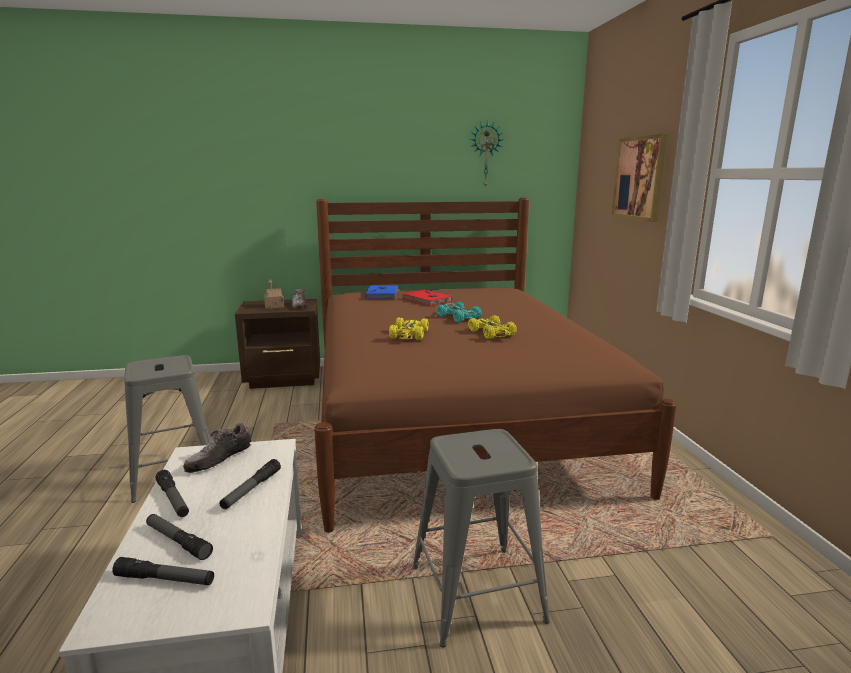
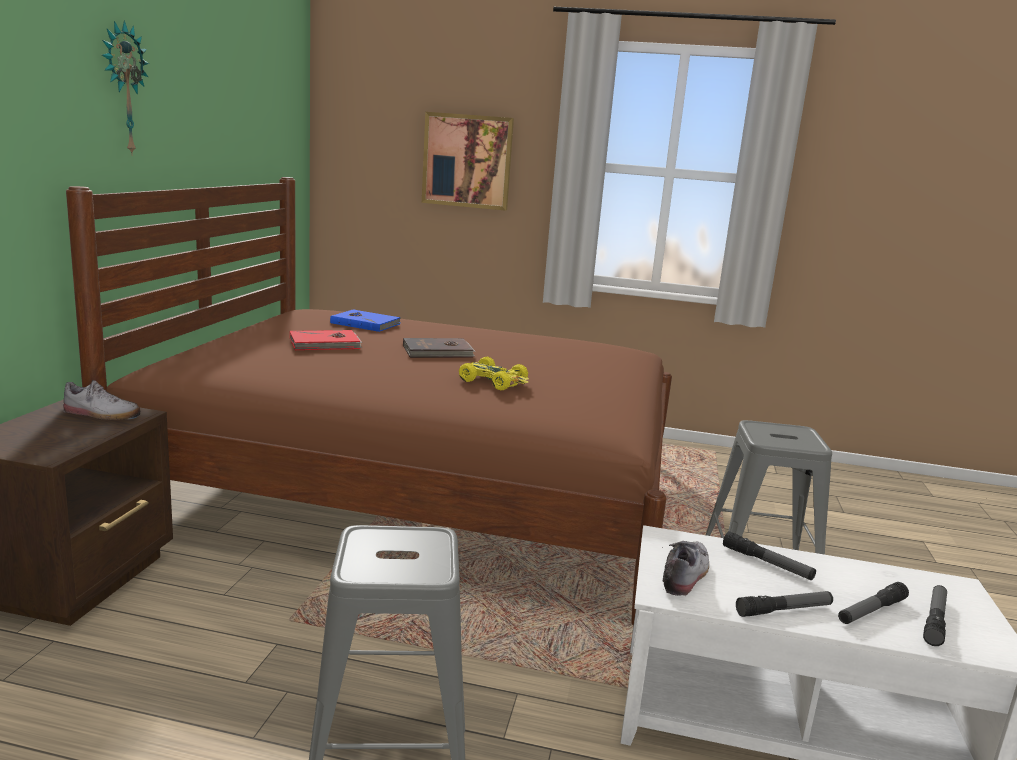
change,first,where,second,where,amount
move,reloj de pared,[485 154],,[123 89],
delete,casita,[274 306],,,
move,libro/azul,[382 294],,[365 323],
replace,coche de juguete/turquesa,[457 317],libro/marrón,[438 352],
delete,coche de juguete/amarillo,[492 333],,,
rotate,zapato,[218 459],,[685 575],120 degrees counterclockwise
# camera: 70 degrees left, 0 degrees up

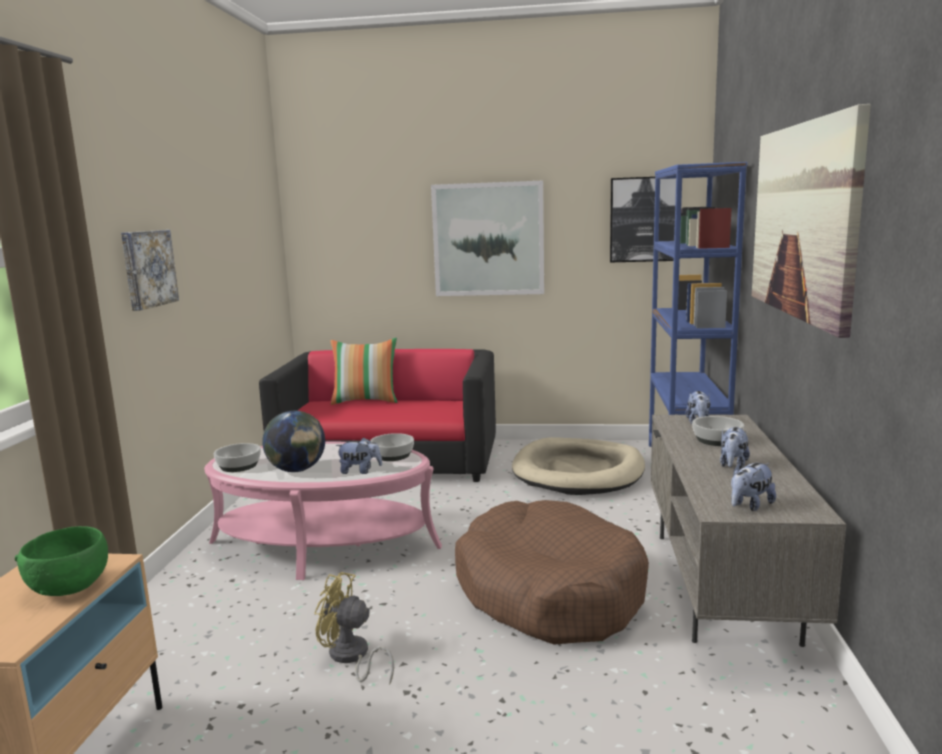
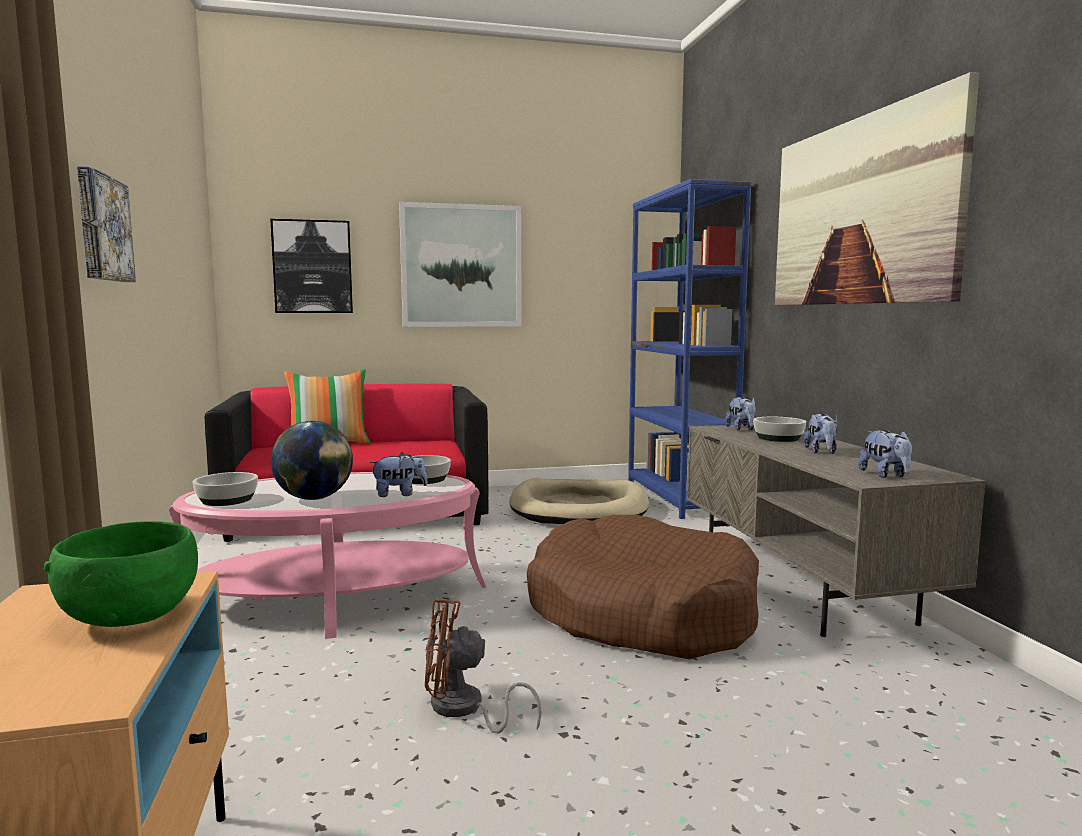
change,first,where,second,where,amount
move,cuadro,[644 219],,[312 267],
rotate,peluche,[750 505],,[885 475],45 degrees counterclockwise
recolor,ventilador/amarillo,[351 657],ventilador/marrón,[464 709],
# camera: 20 degrees left, 5 degrees down

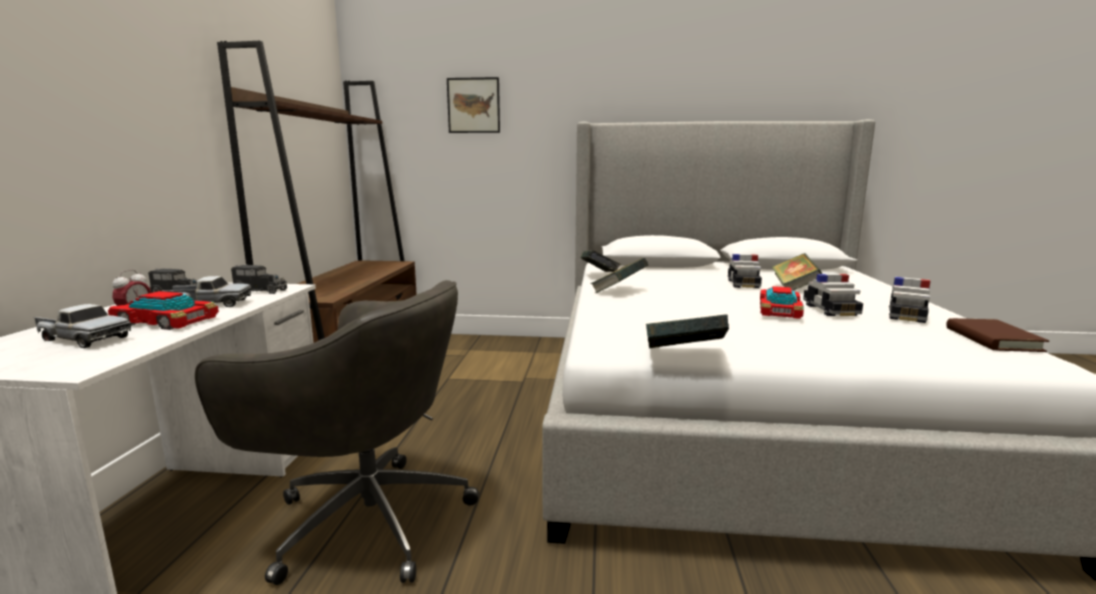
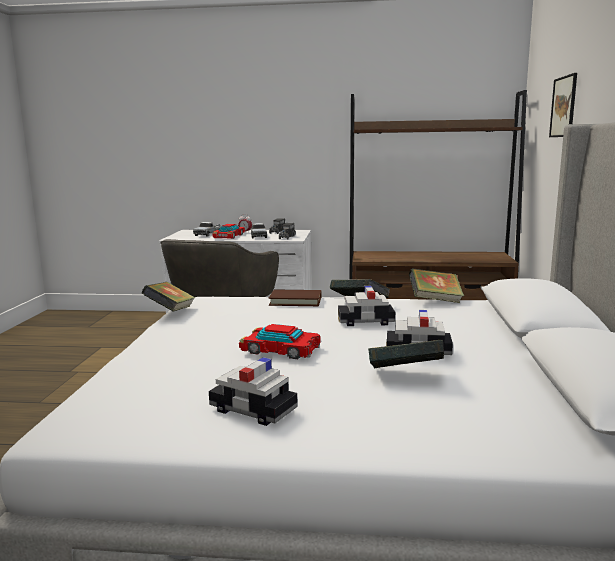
change,first,where,second,where,amount
move,coche de juguete,[830 310],,[365 321],
move,libro/marrón,[992 339],,[295 301],
# camera: 90 degrees right, 0 degrees up

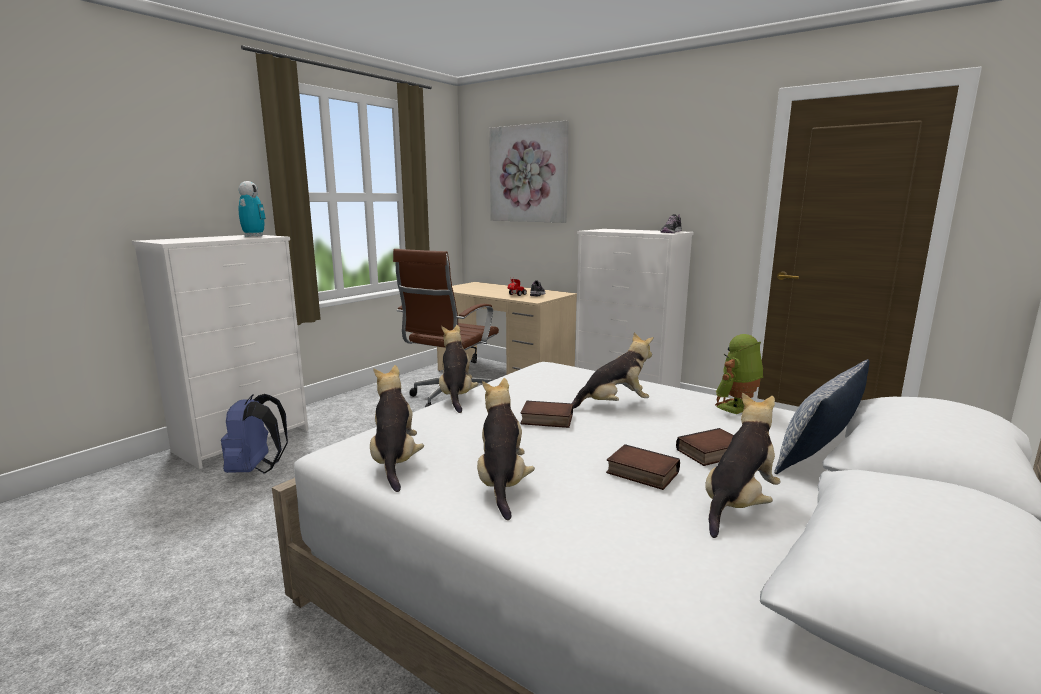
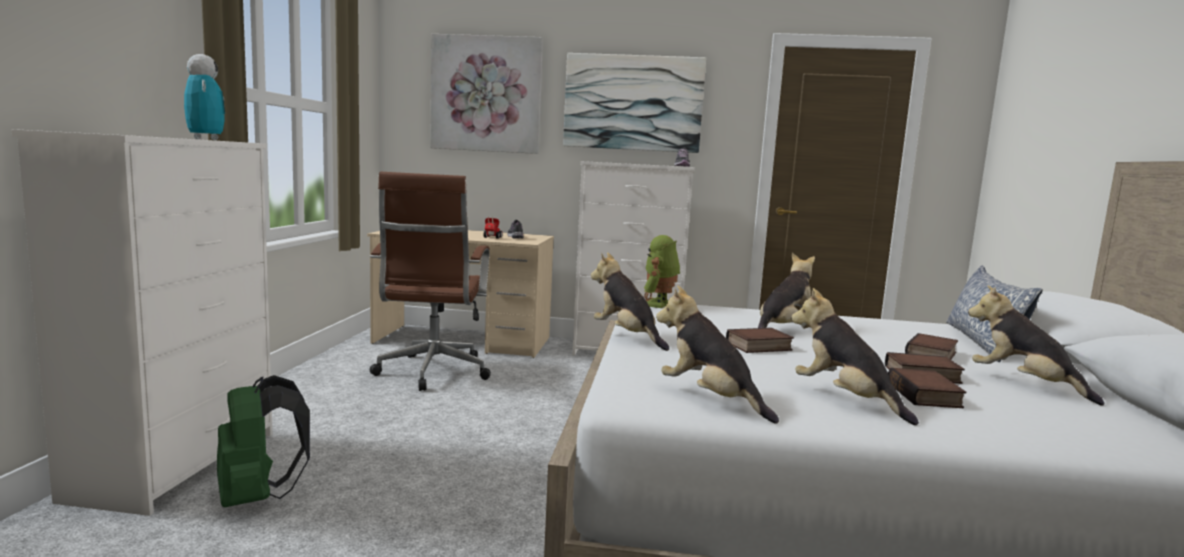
change,first,where,second,where,amount
move,robot de juguete,[737 408],,[659 305],
rotate,peluche,[738 504],,[1024 384],45 degrees counterclockwise
recolor,mochila/azul,[256 469],mochila/verde,[258 497],
insert,,,cuadro,[633 103],
insert,,,libro,[926 395],
# camera: 30 degrees left, 5 degrees down

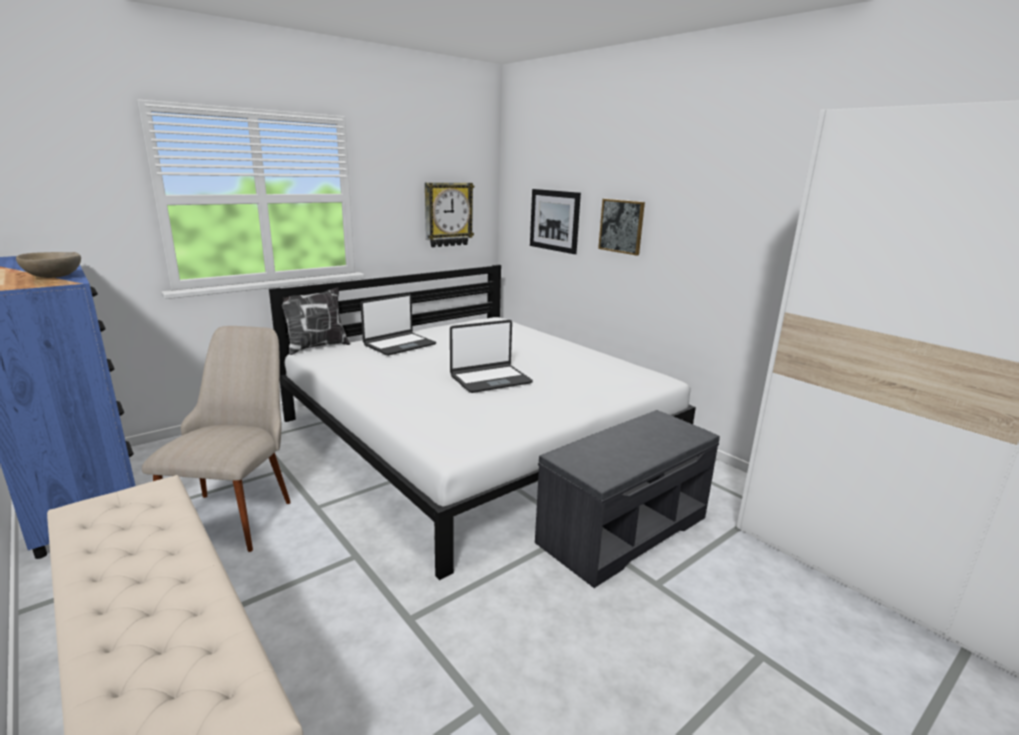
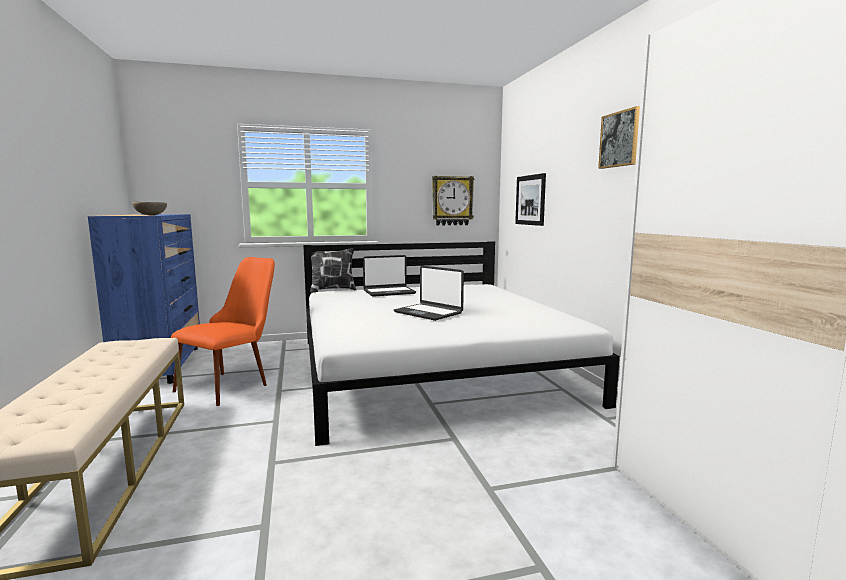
change,first,where,second,where,amount
move,cuadro,[621 226],,[619 139],
rotate,portátil,[490 379],,[428 313],45 degrees clockwise
recolor,silla/beis,[237 509],silla/naranja,[233 383],
delete,banco/gris,[623 528],,,
# camera: 25 degrees right, 10 degrees down

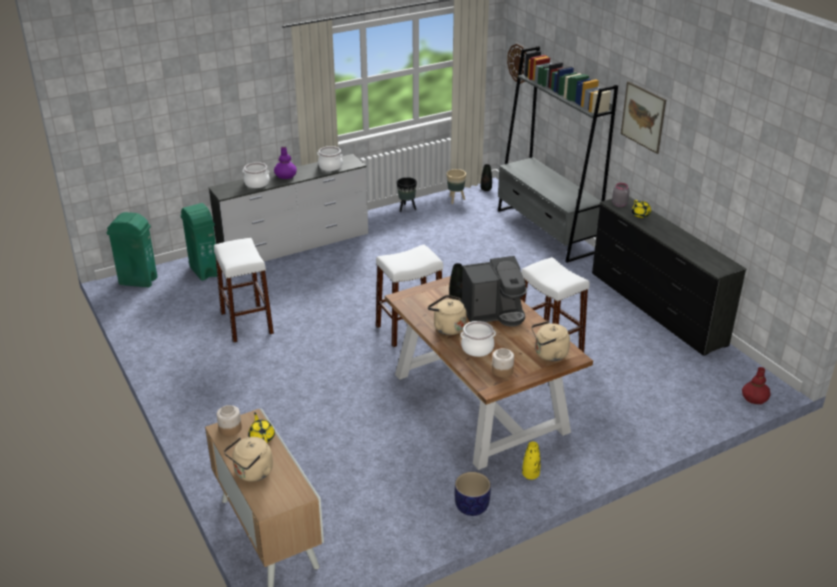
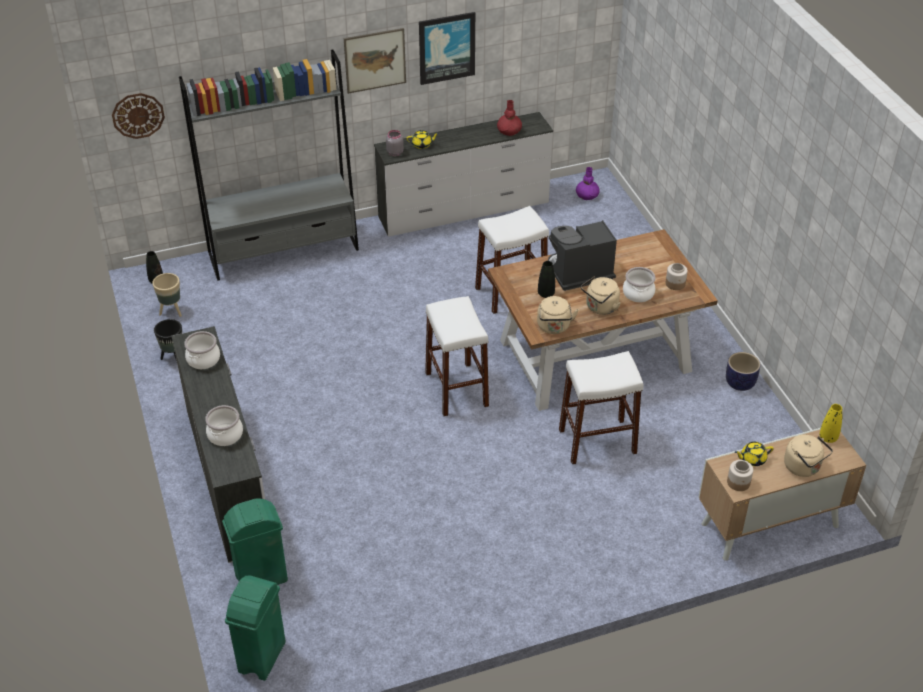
change,first,where,second,where,amount
move,florero/morado,[285 175],,[587 195],
recolor,cómoda/negro,[656 308],cómoda/blanco,[464 210],
move,taburete/blanco,[246 323],,[597 441],
rotate,cafetera,[494 312],,[578 274],105 degrees counterclockwise
move,hervidor/beis,[549 354],,[554 327],
move,florero/rojo,[754 398],,[509 130],
move,florero/amarillo,[530 475],,[828 438],
insert,,,cuadro,[446 47],
# camera: 80 degrees left, 10 degrees up

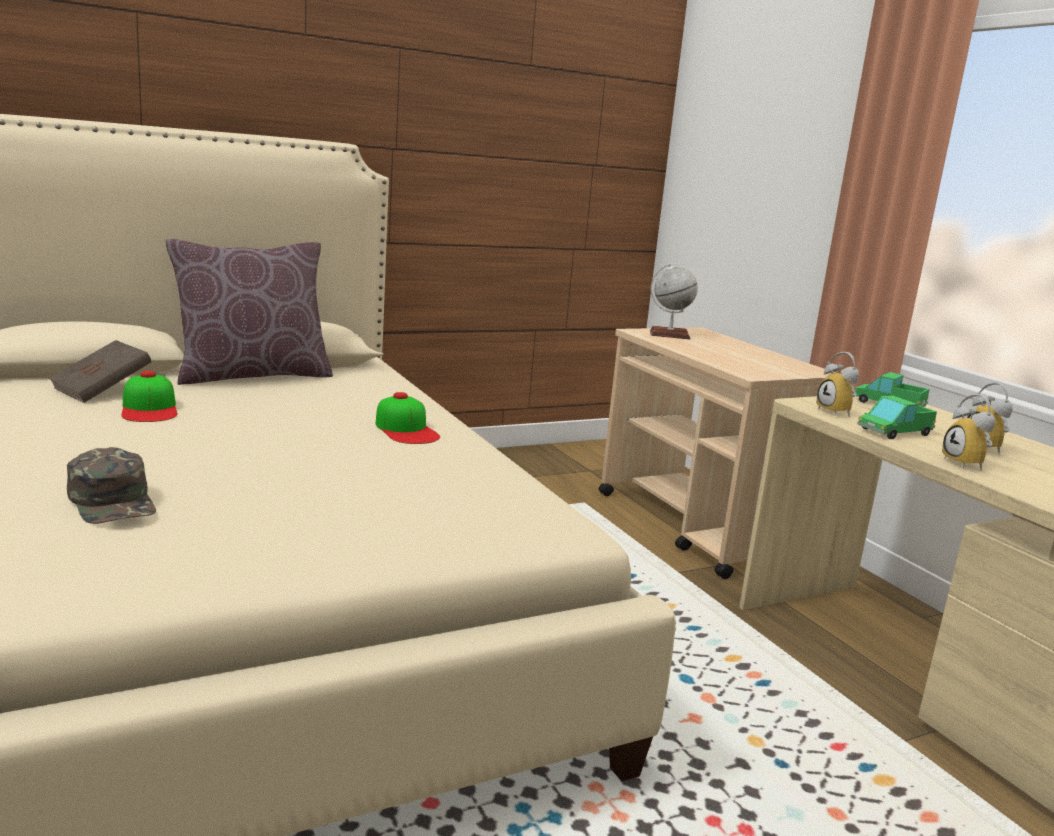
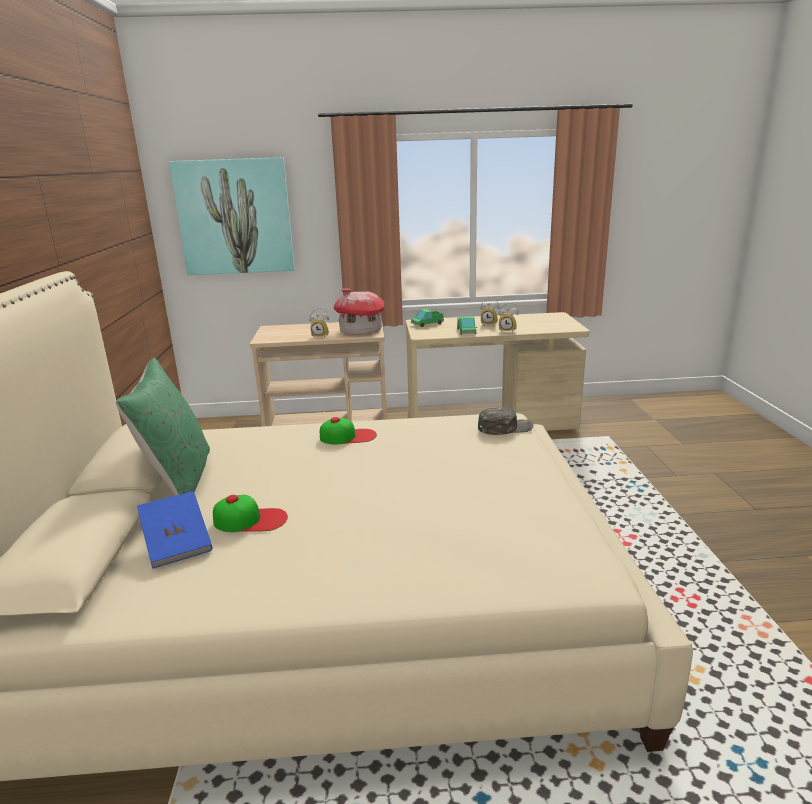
change,first,where,second,where,amount
recolor,cojín/marrón,[252 375],cojín/verde,[178 479],
delete,globo terráqueo,[669 335],,,
recolor,libro/marrón,[102 391],libro/azul,[177 544],
move,despertador,[838 412],,[321 336],
move,gorra/verde,[113 501],,[505 427],
insert,,,cuadro,[235 217],
insert,,,casita,[360 330],
# camera: 65 degrees left, 5 degrees up

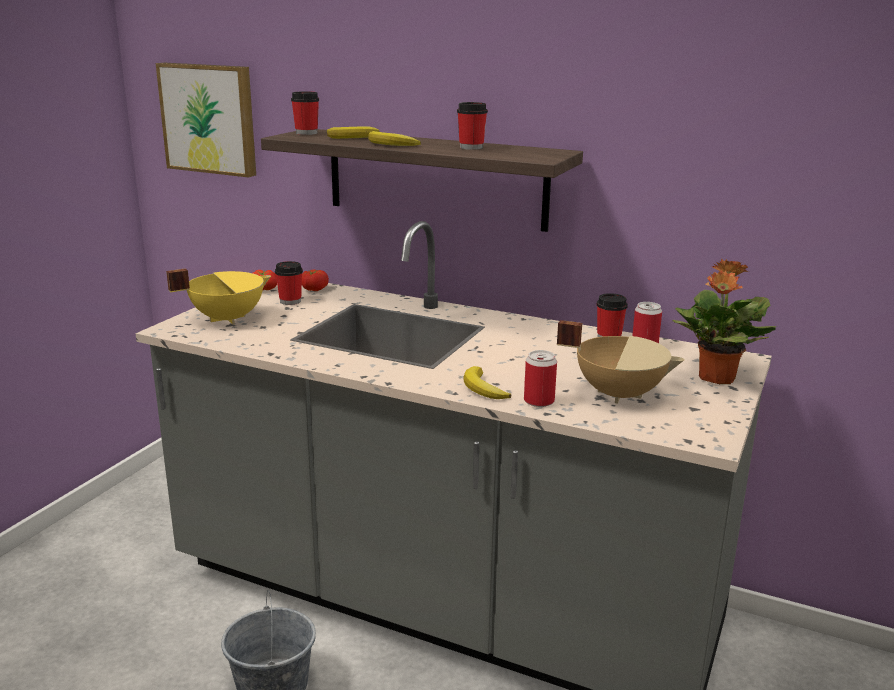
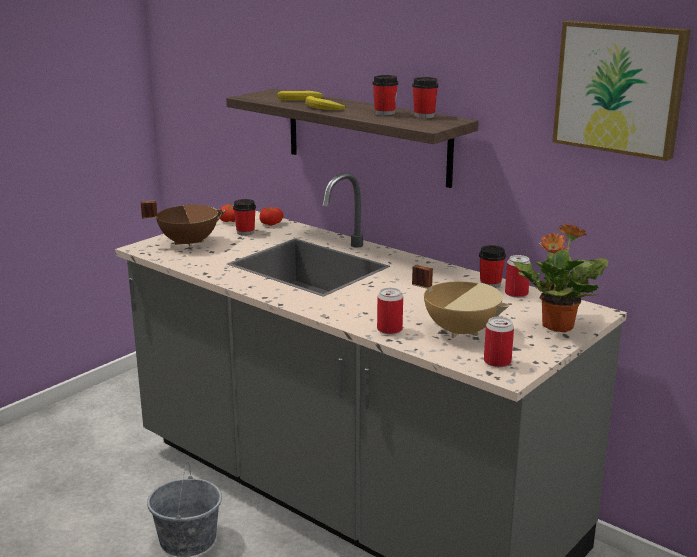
change,first,where,second,where,amount
move,cuadro,[210 118],,[620 88],
move,taza,[306 133],,[424 116],
recolor,olla/amarillo,[227 318],olla/marrón,[188 242],
delete,plátano,[483 389],,,
insert,,,lata,[497 362],
# camera: 15 degrees right, 0 degrees up

